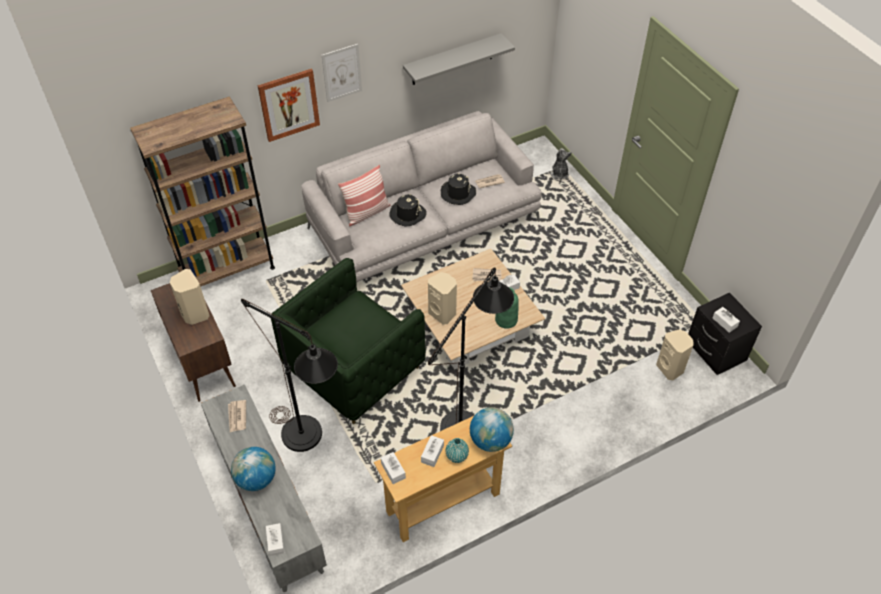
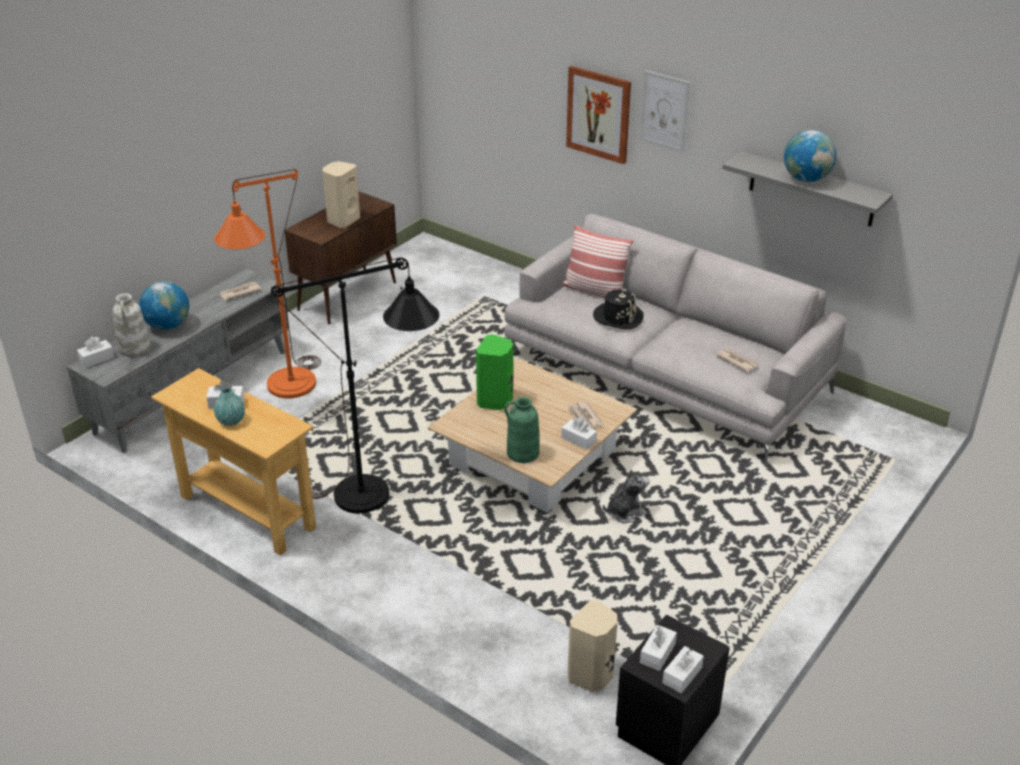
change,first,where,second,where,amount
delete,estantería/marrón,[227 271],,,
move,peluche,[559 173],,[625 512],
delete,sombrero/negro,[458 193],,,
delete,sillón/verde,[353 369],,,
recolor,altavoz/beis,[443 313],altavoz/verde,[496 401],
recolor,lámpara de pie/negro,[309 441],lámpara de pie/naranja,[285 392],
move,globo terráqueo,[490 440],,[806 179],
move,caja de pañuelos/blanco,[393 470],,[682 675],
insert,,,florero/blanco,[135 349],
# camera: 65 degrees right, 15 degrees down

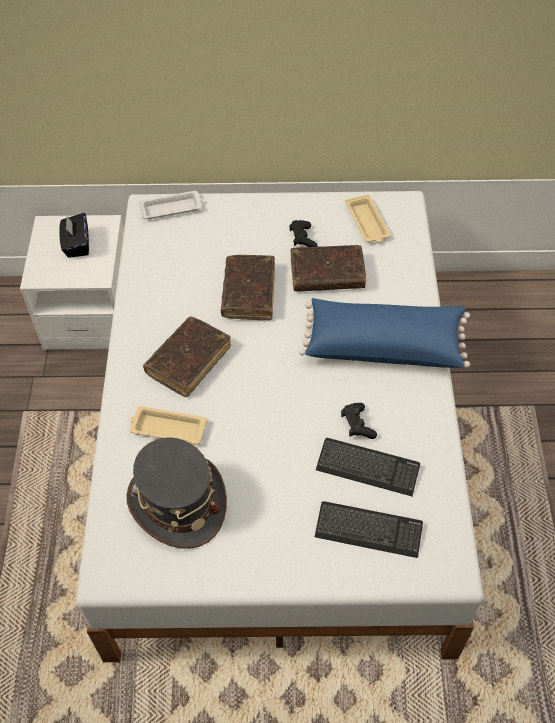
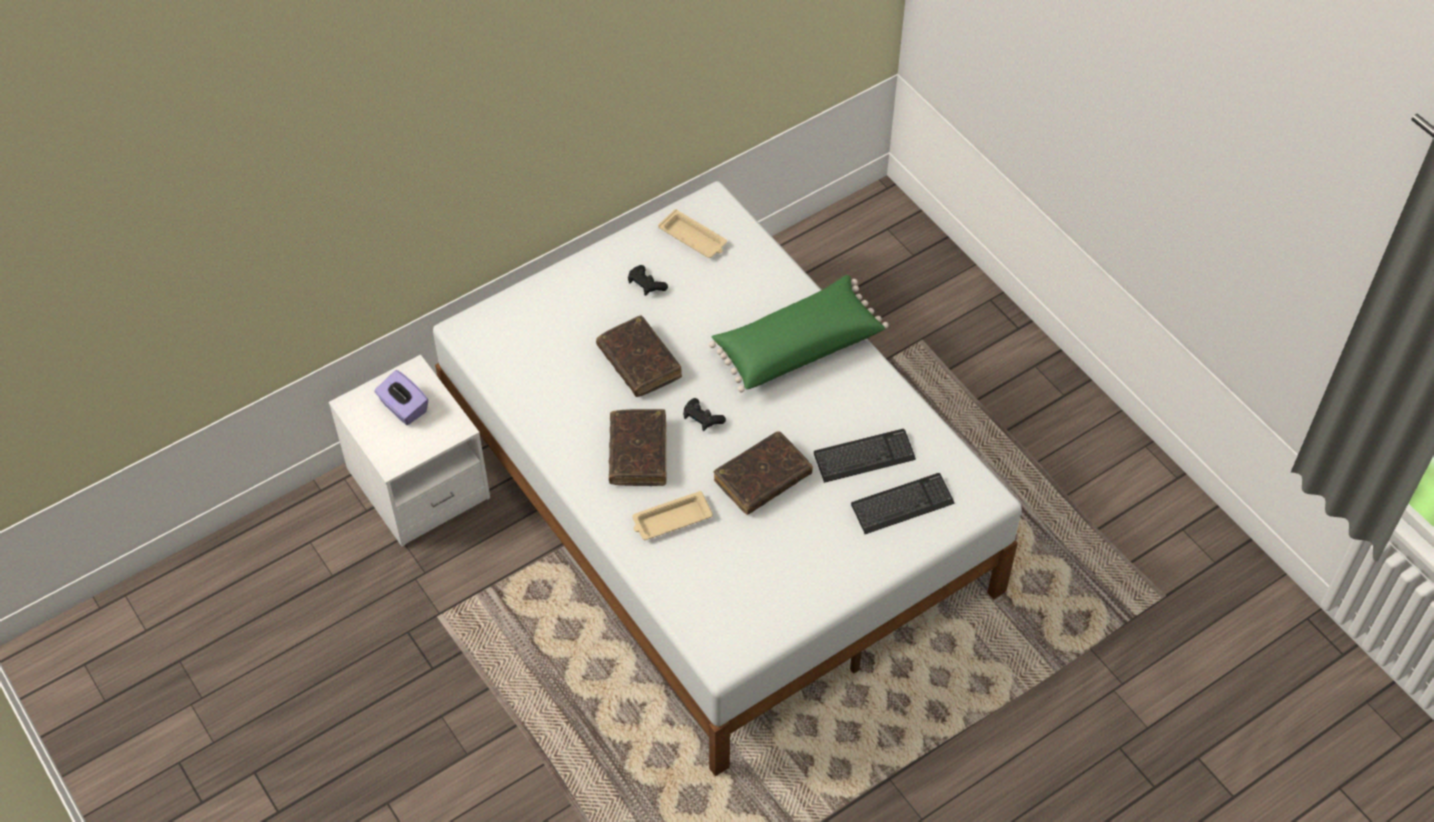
change,first,where,second,where,amount
delete,bandeja/blanco,[172 208],,,
recolor,caja de pañuelos/negro,[77 245],caja de pañuelos/morado,[403 408],
move,libro/marrón,[327 274],,[762 478],
recolor,cojín/azul,[383 344],cojín/verde,[797 346],
move,mando de consola/negro,[357 425],,[702 419],
delete,sombrero/gris,[177 502],,,
# camera: 35 degrees left, 0 degrees up

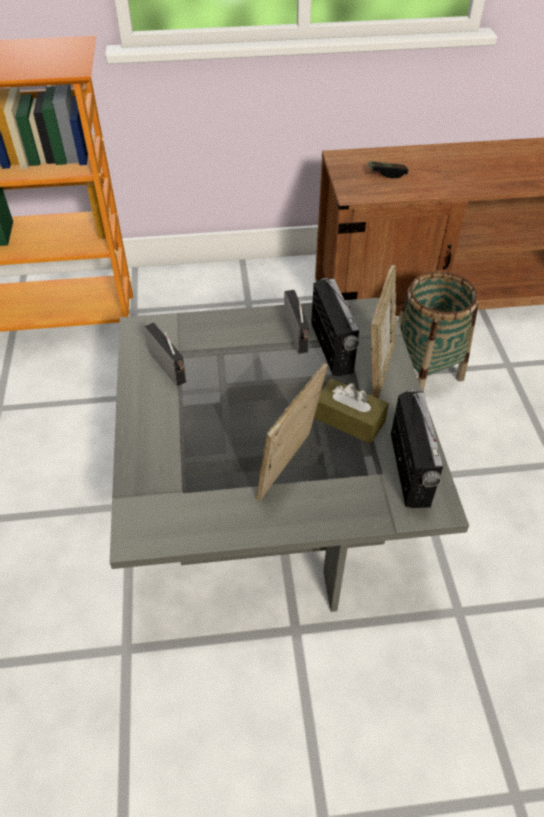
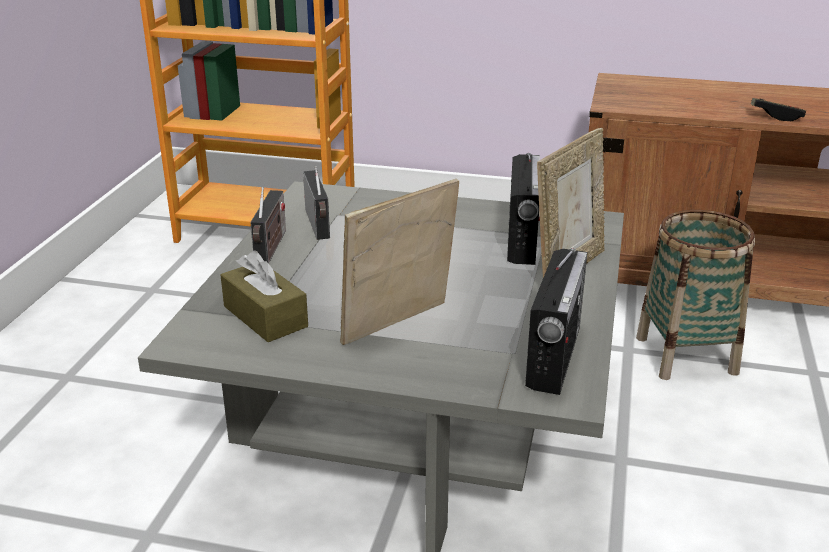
change,first,where,second,where,amount
move,mando de consola,[387 174],,[776 116],
move,radio,[297 336],,[270 248],
move,caja de pañuelos/marrón,[349 419],,[265 316],
# camera: 20 degrees right, 20 degrees down

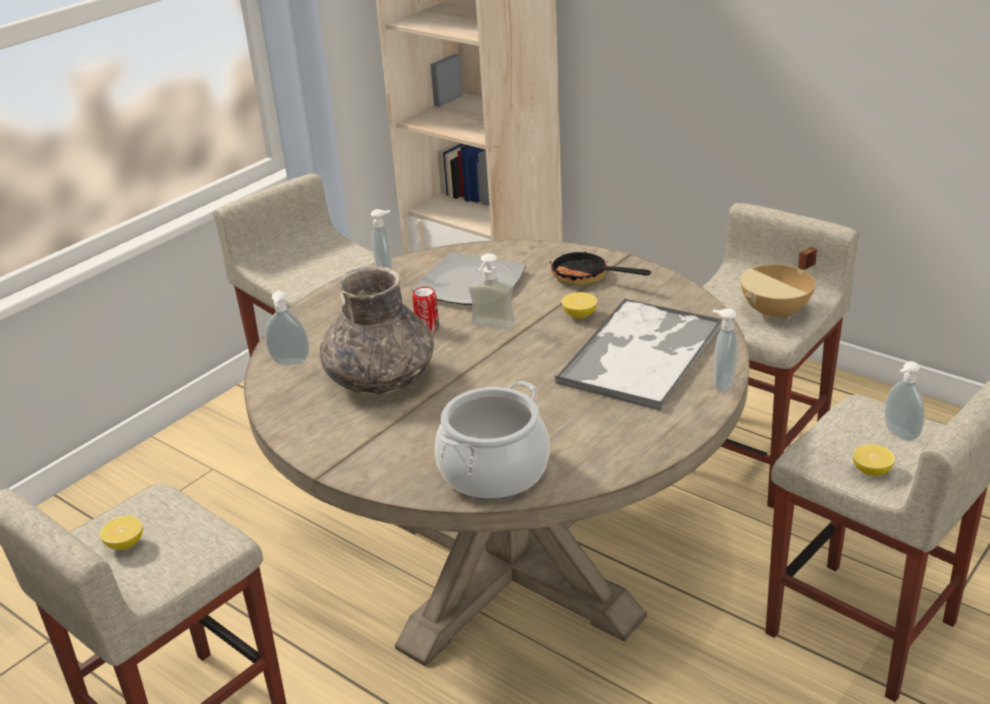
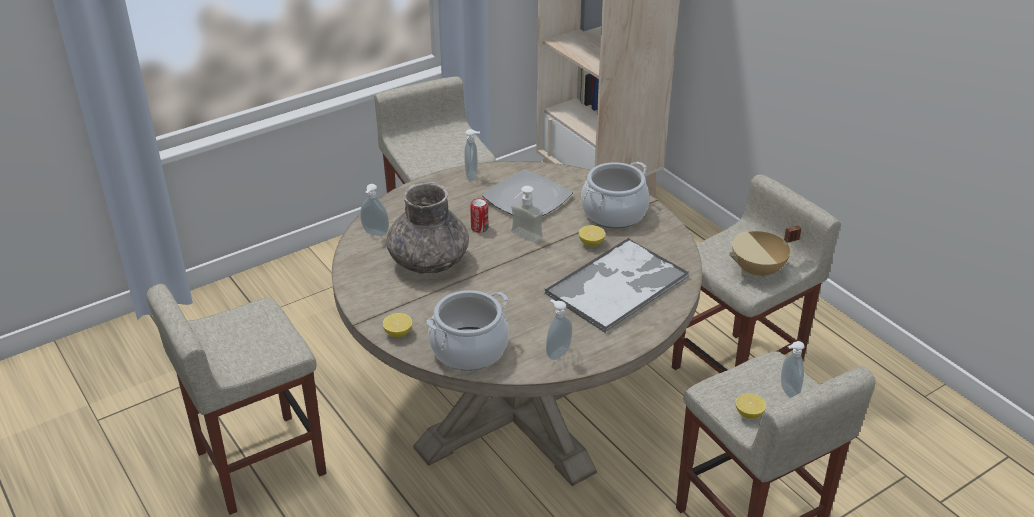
change,first,where,second,where,amount
replace,sartén,[587 278],olla,[614 213],
move,dispensador de jabón,[722 383],,[557 353],
move,limón,[125 544],,[398 333],
# camera: 15 degrees right, 5 degrees up

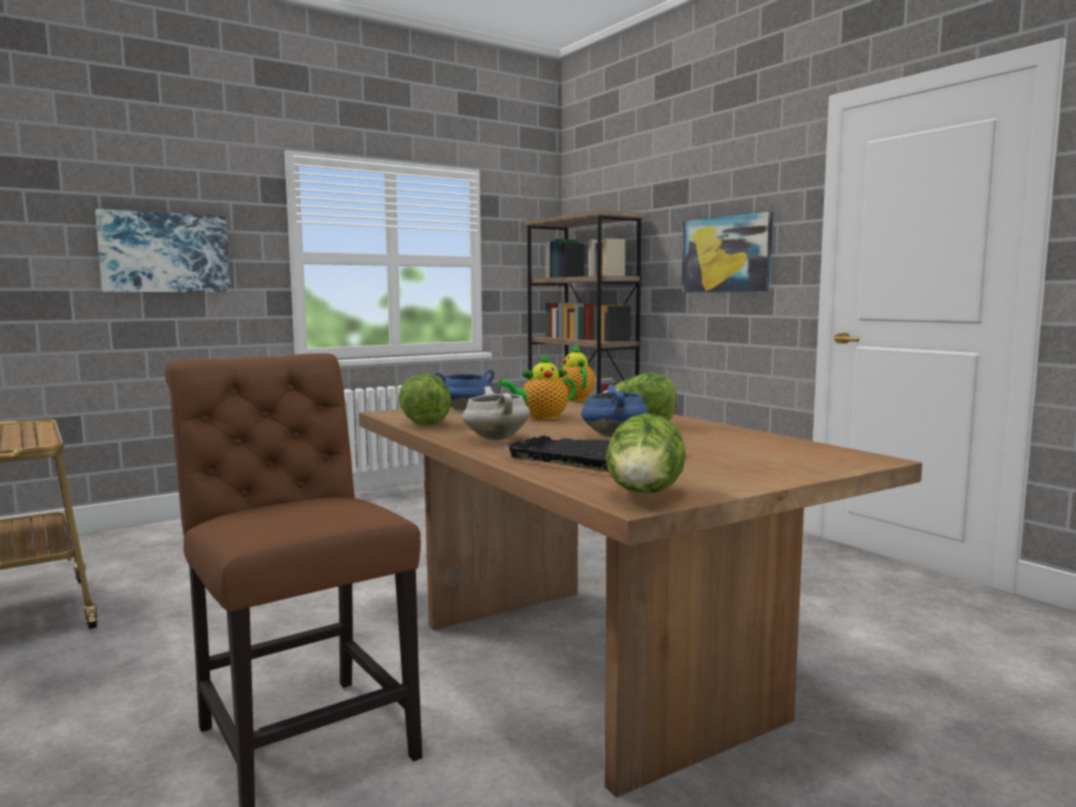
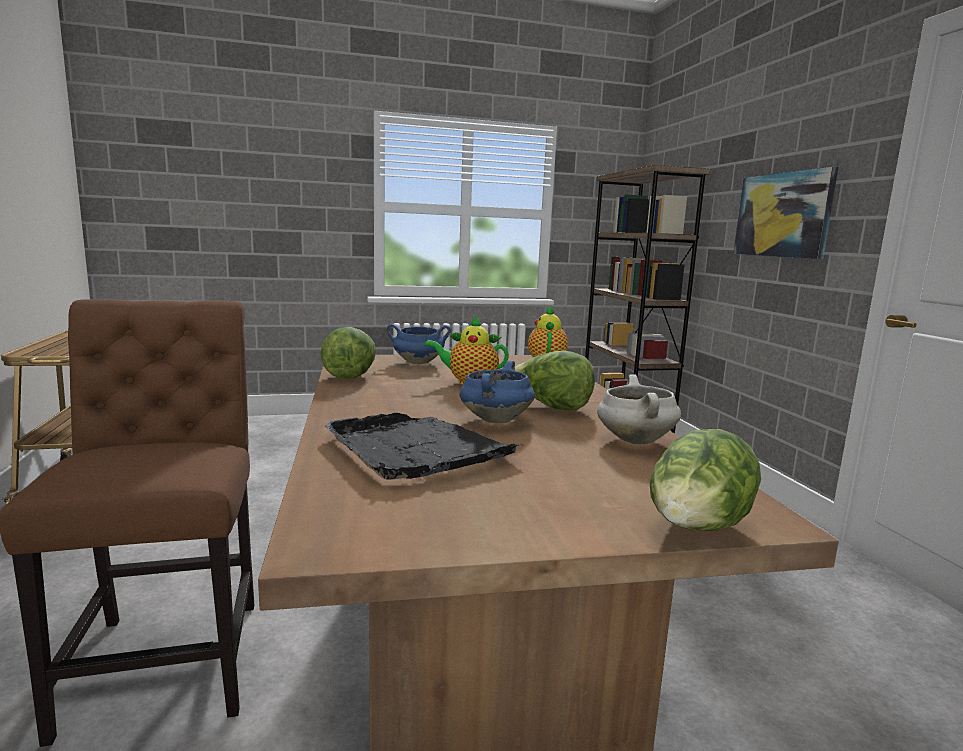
change,first,where,second,where,amount
delete,cuadro,[165 252],,,
move,olla/blanco,[495 439],,[634 440],
move,lechuga,[645 496],,[696 531],
# camera: 20 degrees right, 5 degrees up

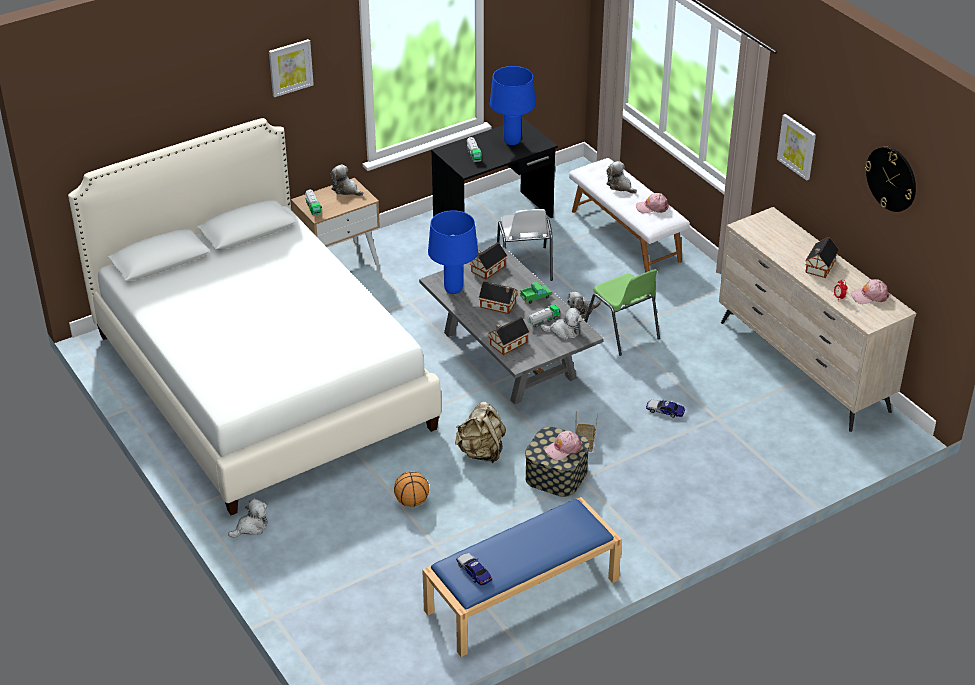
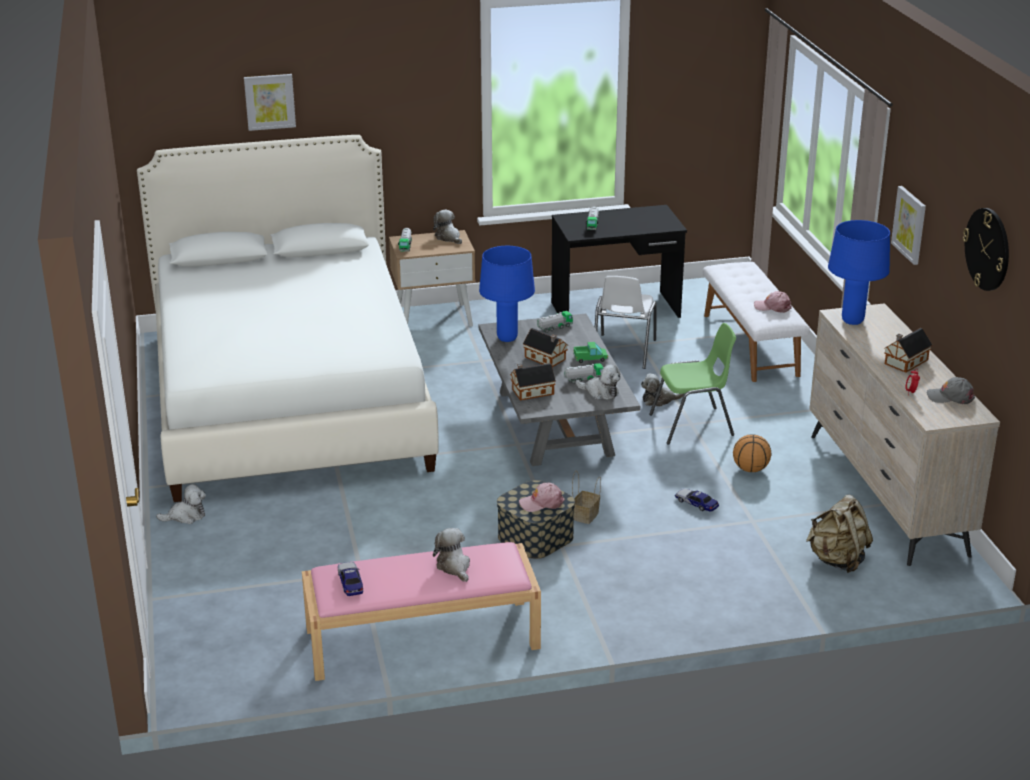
change,first,where,second,where,amount
move,cuadro,[290 67],,[269 101],
move,lámpara de mesa/azul,[512 141],,[852 321],
move,peluche,[620 186],,[454 566],
replace,casita,[487 269],camión de juguete,[554 328],
rotate,silla/verde,[622 332],,[693 425],90 degrees counterclockwise
recolor,gorra/rosa,[870 296],gorra/gris,[950 397],
move,mochila/beis,[481 452],,[837 560],
move,balón de baloncesto,[411 502],,[750 469],
recolor,banco/azul,[521 596],banco/rosa,[421 639],
# camera: 20 degrees right, 10 degrees down

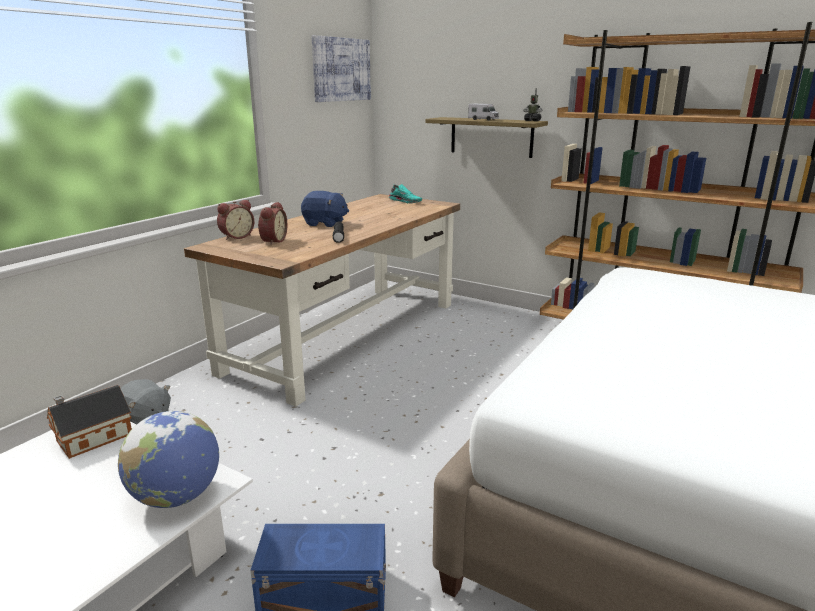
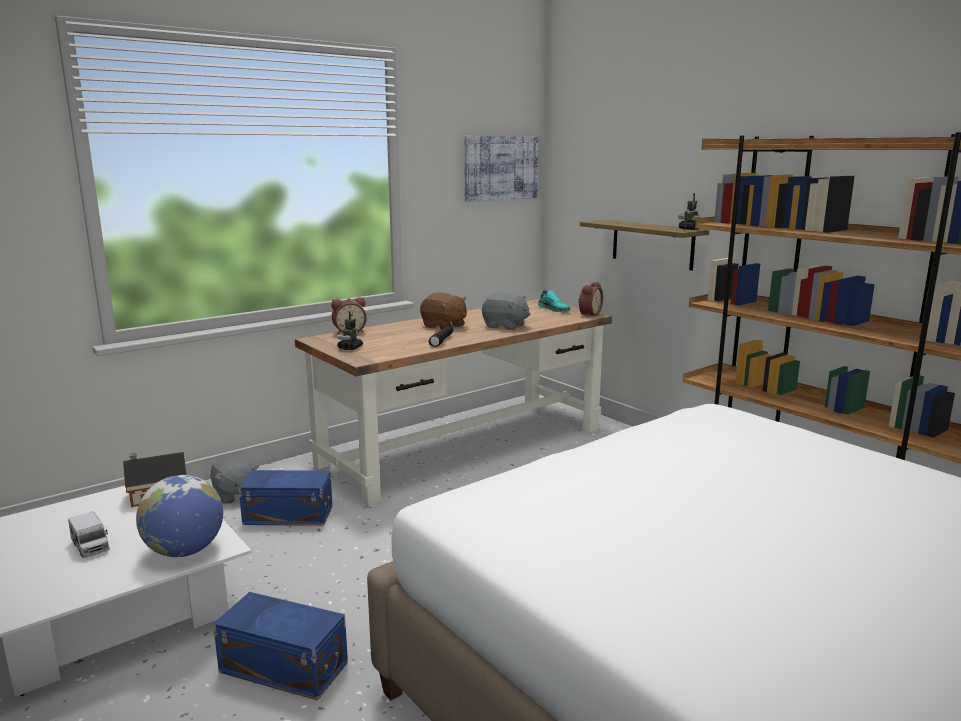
change,first,where,second,where,amount
move,camión de juguete,[483 119],,[90 546],
recolor,peluche/azul,[325 224],peluche/marrón,[444 326],
move,despertador,[272 241],,[588 314],
insert,,,peluche/gris,[505 326],
insert,,,robot de juguete,[350 348],
insert,,,caja de almacenaje/azul,[287 514],
# camera: 20 degrees right, 5 degrees down

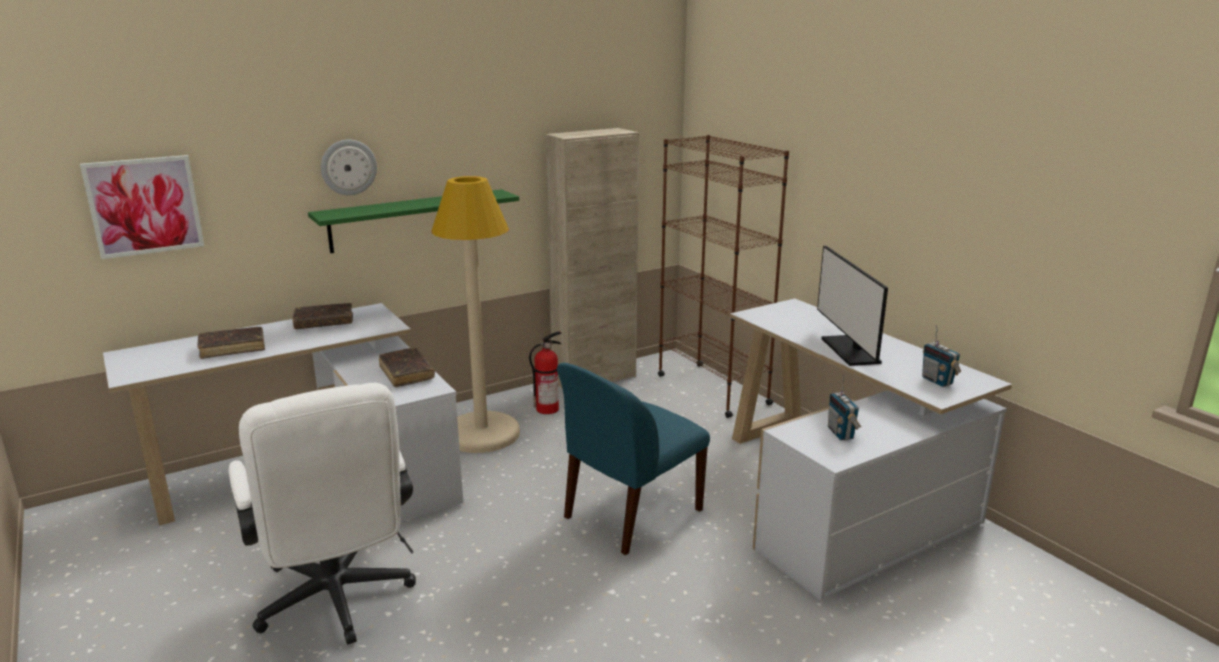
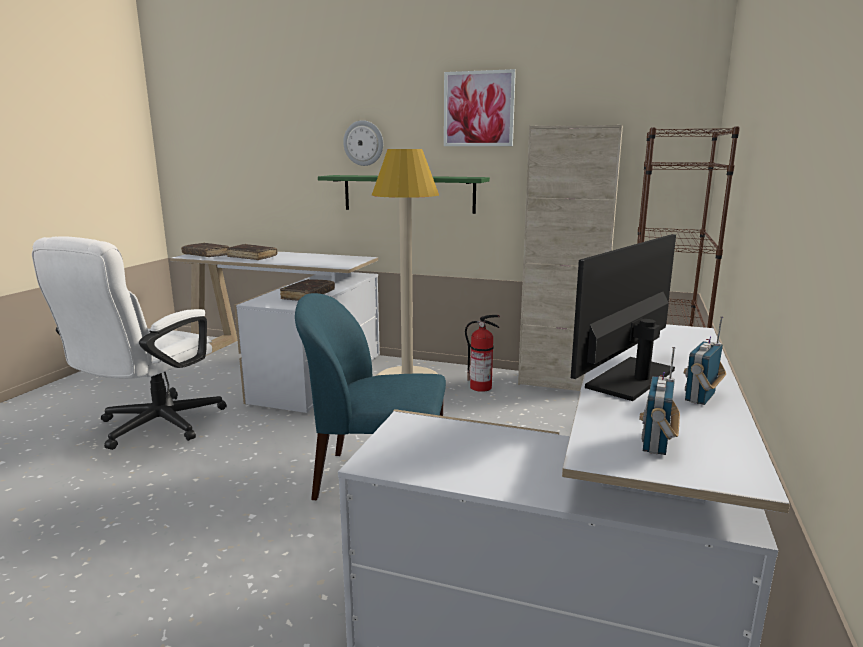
change,first,where,second,where,amount
move,cuadro,[144 206],,[479 109],
move,libro/marrón,[324 322],,[206 255],
move,radio,[841 433],,[701 397],
# camera: 50 degrees right, 5 degrees down

